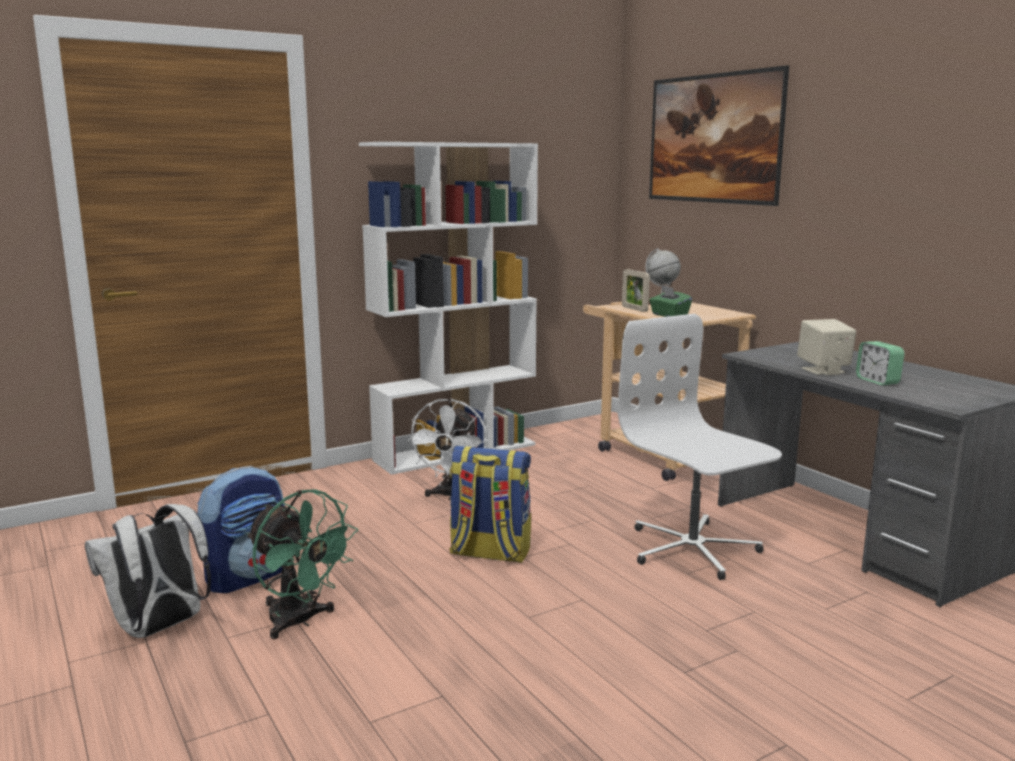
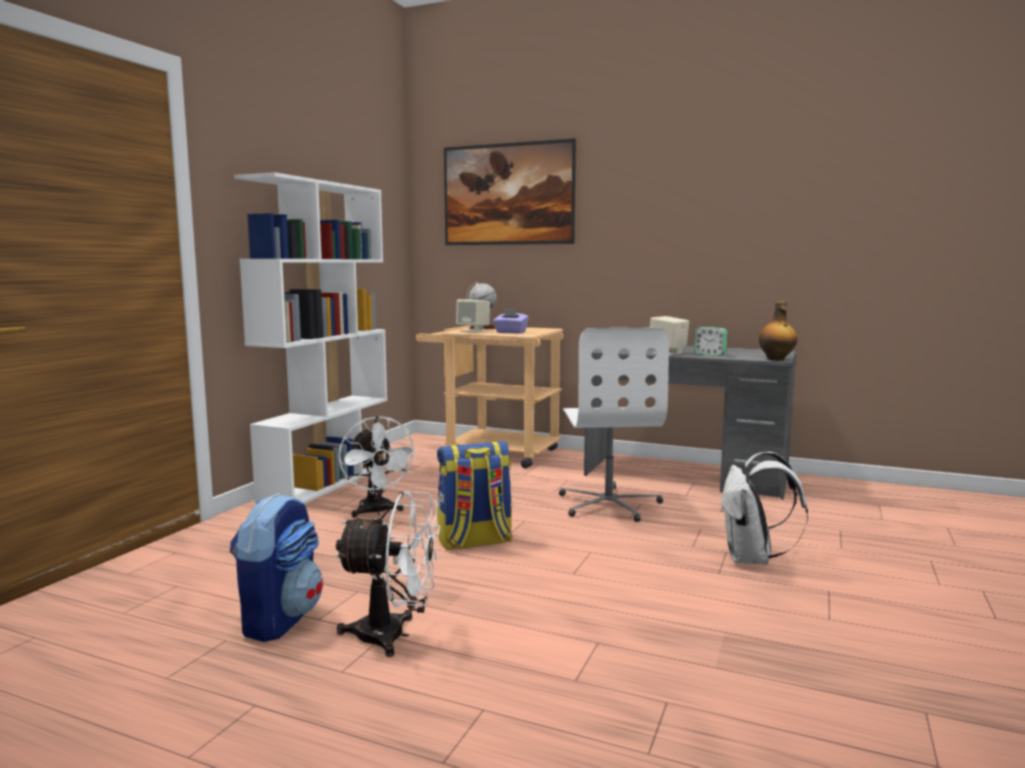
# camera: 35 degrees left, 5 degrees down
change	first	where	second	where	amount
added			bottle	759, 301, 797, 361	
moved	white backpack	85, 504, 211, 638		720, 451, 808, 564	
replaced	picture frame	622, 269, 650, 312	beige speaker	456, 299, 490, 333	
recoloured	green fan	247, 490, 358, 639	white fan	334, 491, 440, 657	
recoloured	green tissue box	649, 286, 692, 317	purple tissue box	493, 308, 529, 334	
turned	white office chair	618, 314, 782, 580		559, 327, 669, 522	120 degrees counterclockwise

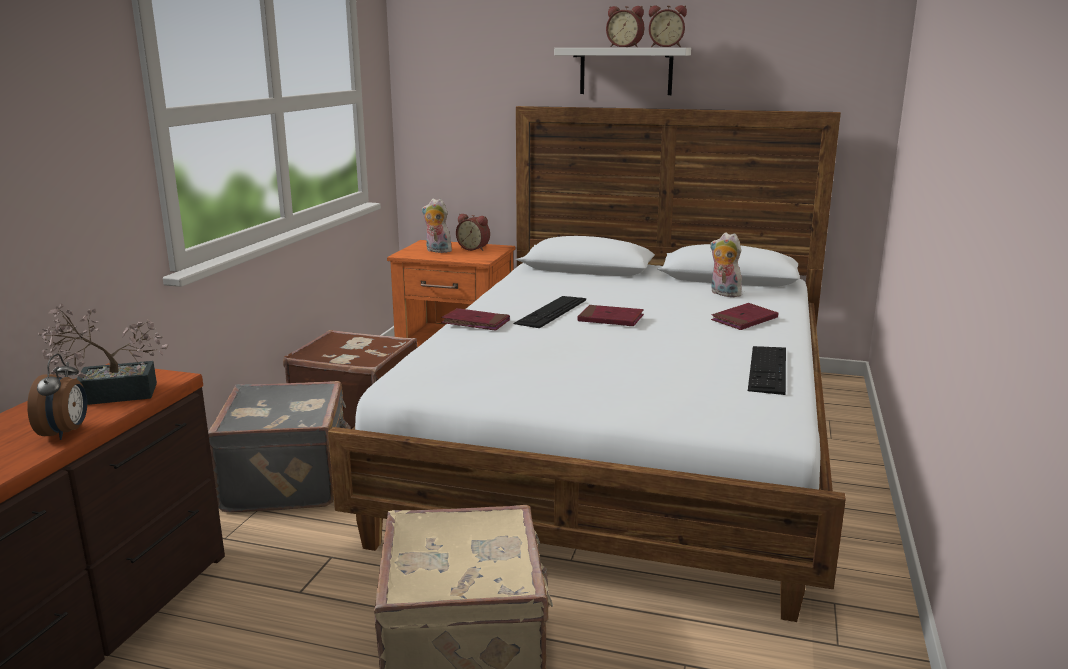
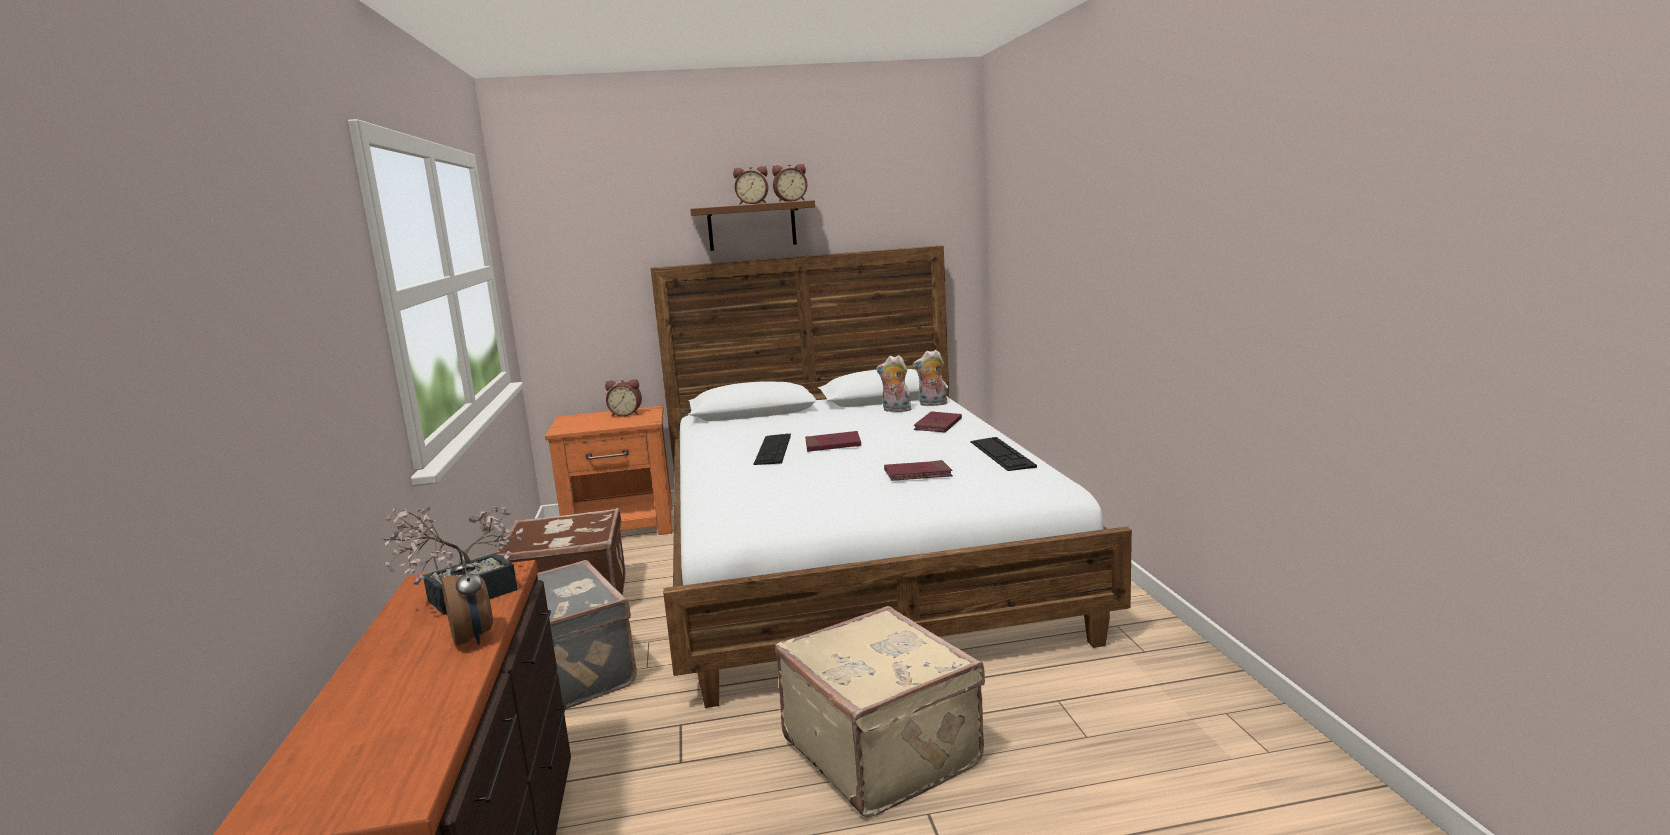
# camera: 25 degrees left, 5 degrees down
change	first	where	second	where	amount
moved	plush toy	422, 198, 452, 253		913, 350, 948, 406	
moved	red book	441, 308, 510, 331		884, 460, 953, 481	
recoloured	white shelf	554, 48, 691, 95	brown shelf	690, 200, 815, 251	

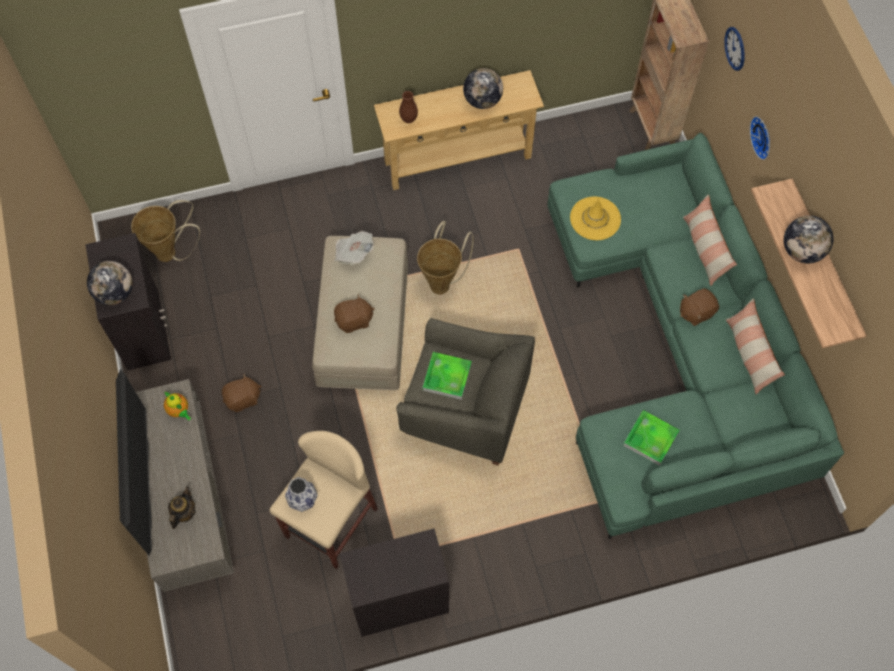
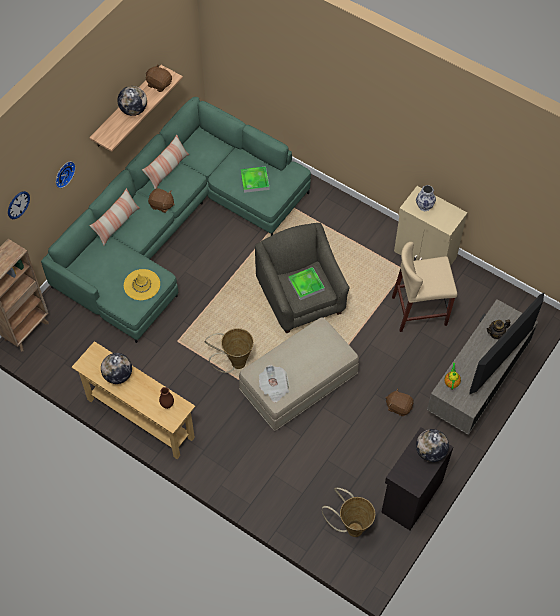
# camera: 130 degrees left, 5 degrees down
change	first	where	second	where	amount
moved	vase	285, 477, 318, 512		416, 185, 436, 212	
moved	brown plush toy	334, 294, 375, 333		146, 64, 172, 92	
recoloured	black cabinet	340, 529, 449, 637	beige cabinet	394, 186, 467, 266	

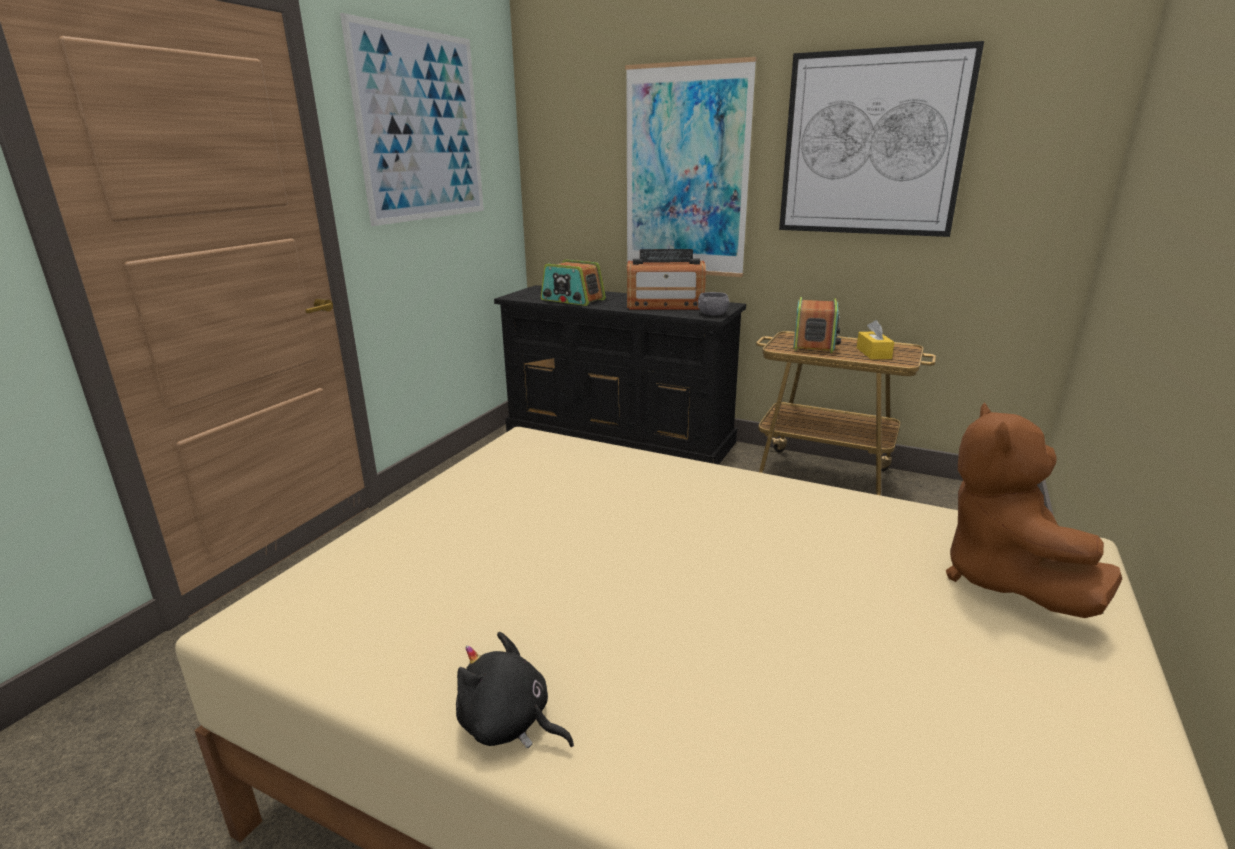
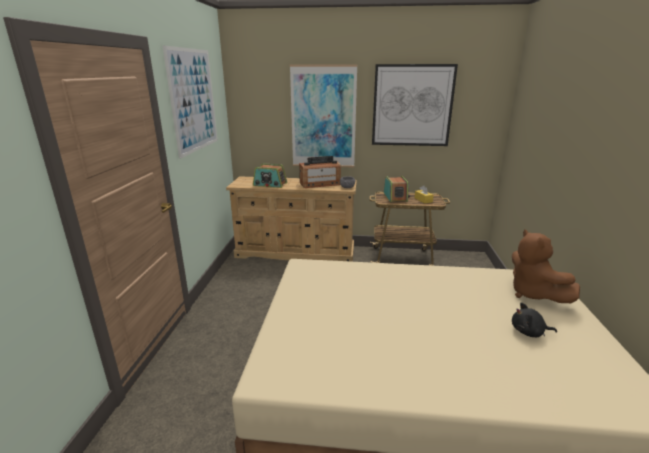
# camera: 20 degrees left, 0 degrees up
change	first	where	second	where	amount
moved	black plush toy	456, 632, 574, 748		512, 302, 557, 337	
recoloured	black dresser	494, 285, 746, 465	beige dresser	226, 176, 357, 262	

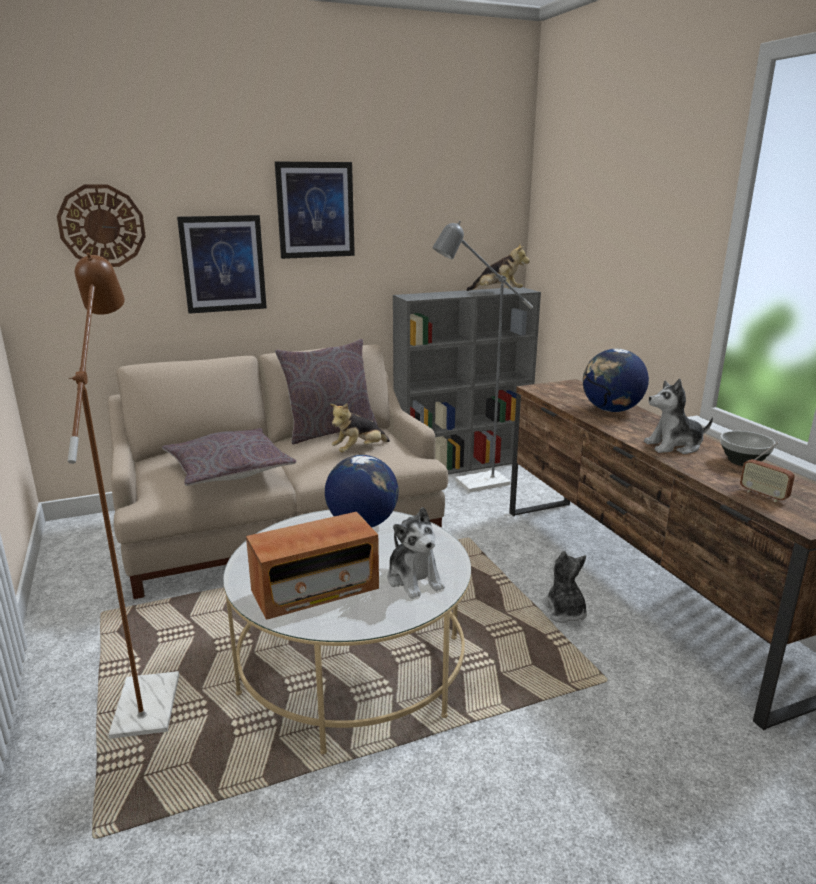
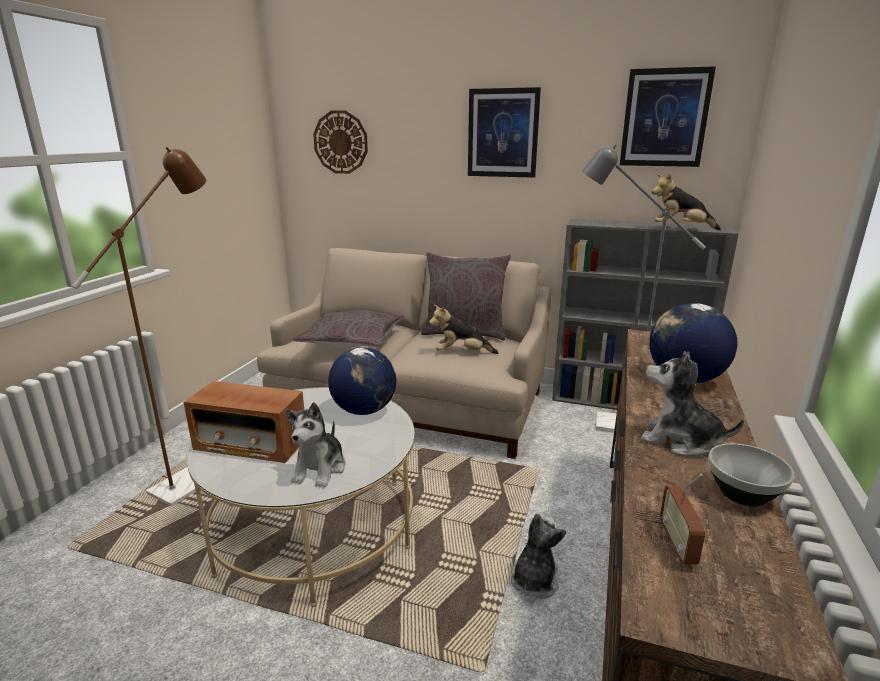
# camera: 40 degrees right, 0 degrees up
change	first	where	second	where	amount
moved	picture	177, 215, 267, 314		620, 66, 716, 167	
turned	plush toy	466, 244, 530, 291		652, 173, 721, 230	120 degrees clockwise

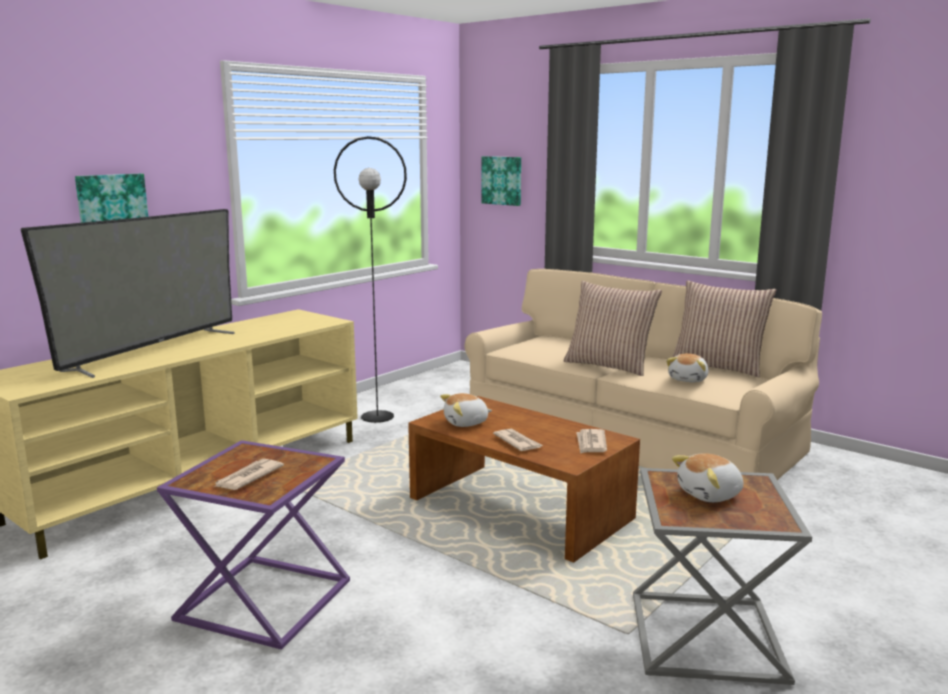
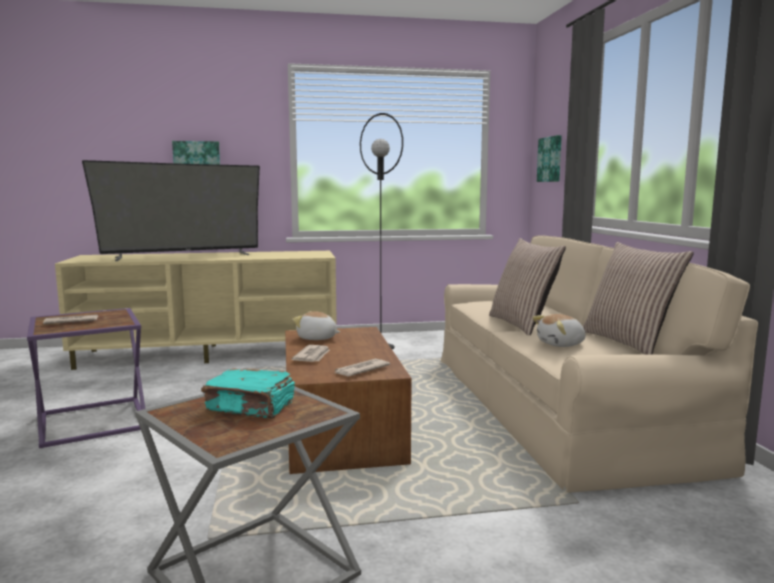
# camera: 40 degrees right, 5 degrees down
change	first	where	second	where	amount
replaced	plush toy	672, 453, 743, 502	turquoise book	201, 369, 295, 419	

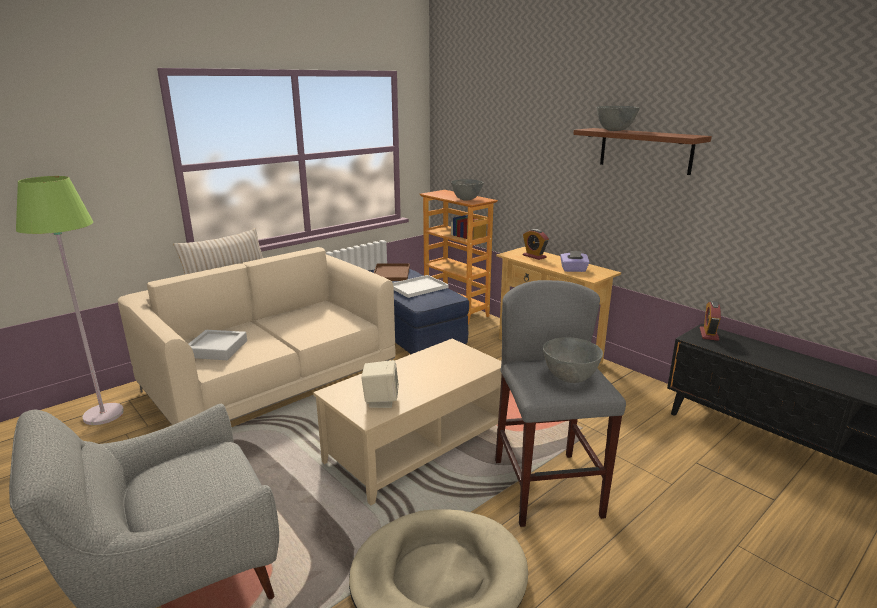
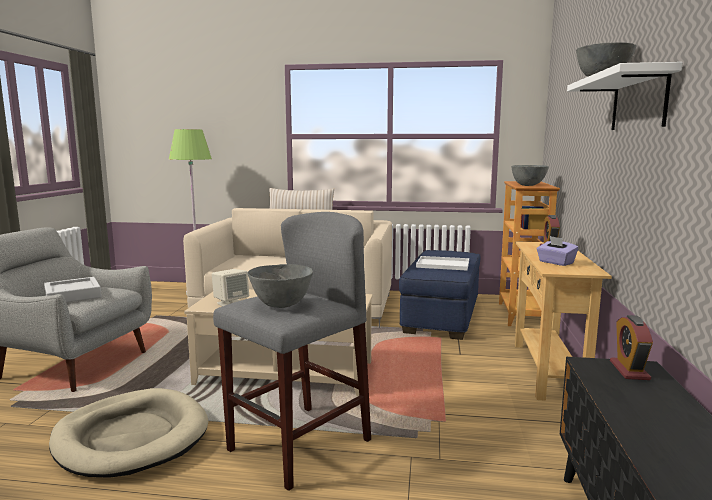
# camera: 50 degrees right, 10 degrees down
change	first	where	second	where	amount
removed	brown tray	374, 263, 410, 281			
moved	grey tray	189, 330, 247, 360		44, 277, 102, 302	
recoloured	brown shelf	573, 128, 712, 175	white shelf	567, 62, 683, 130	
turned	alarm clock	700, 301, 721, 341		610, 315, 653, 380	60 degrees counterclockwise

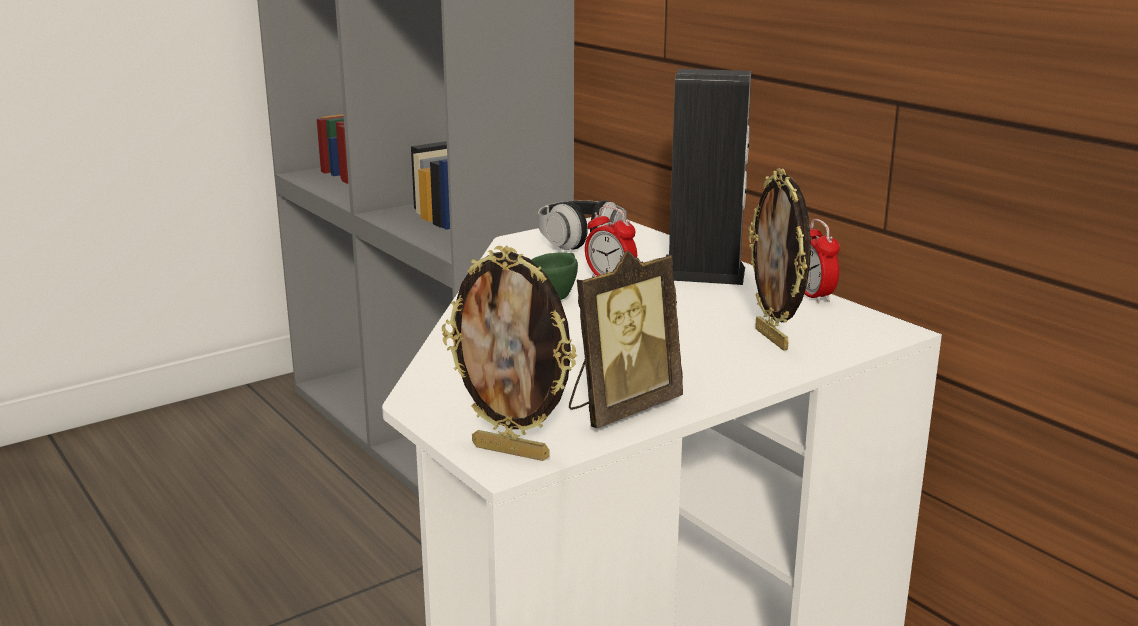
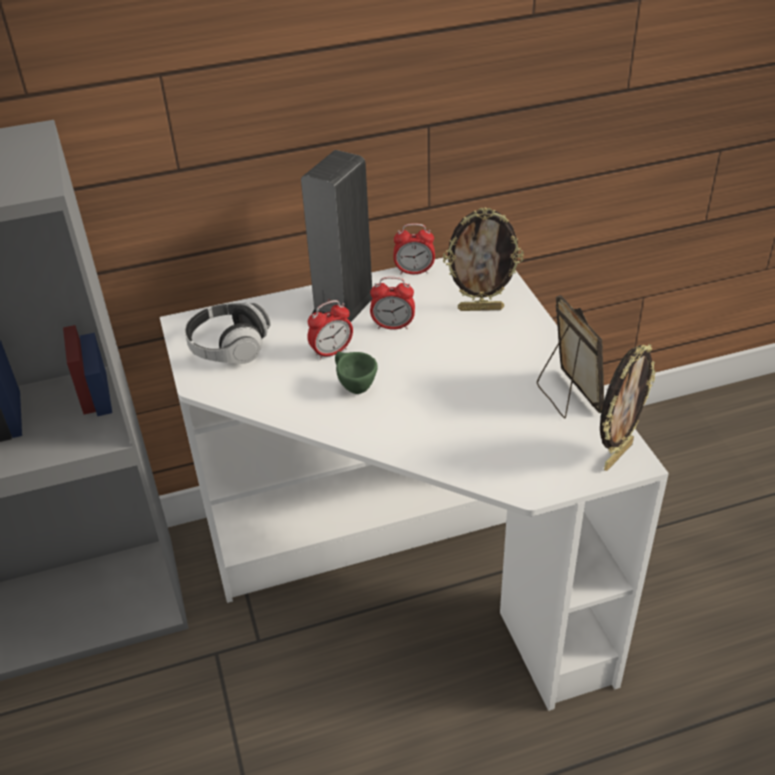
# camera: 70 degrees left, 20 degrees up
change	first	where	second	where	amount
added			alarm clock	370, 277, 415, 330	

